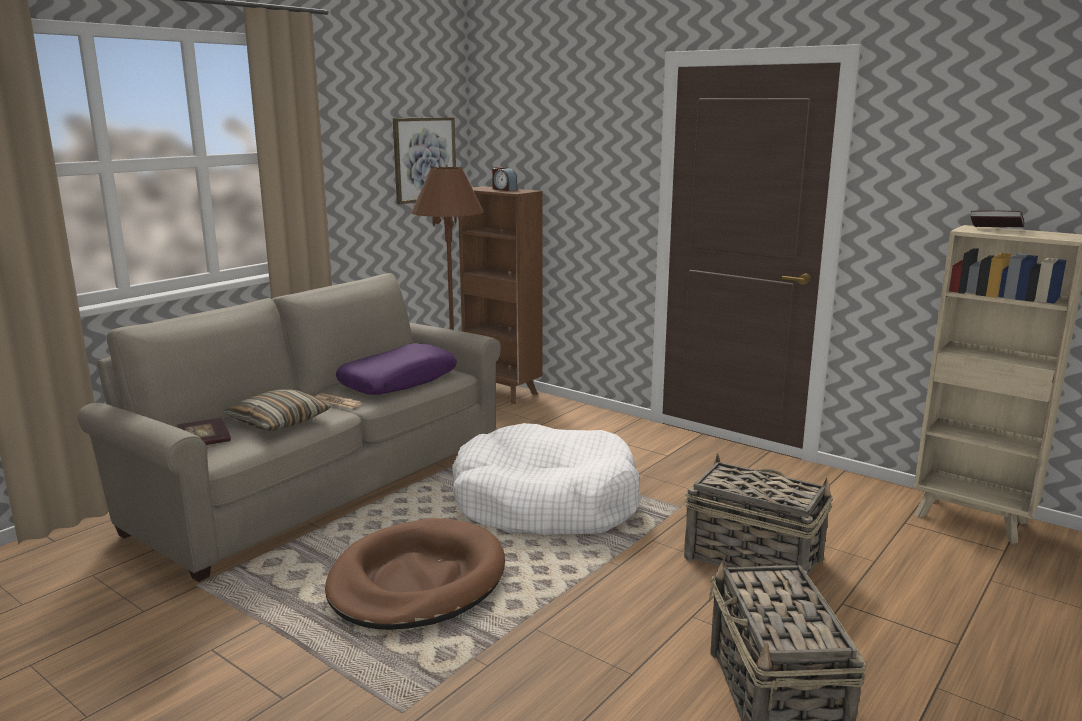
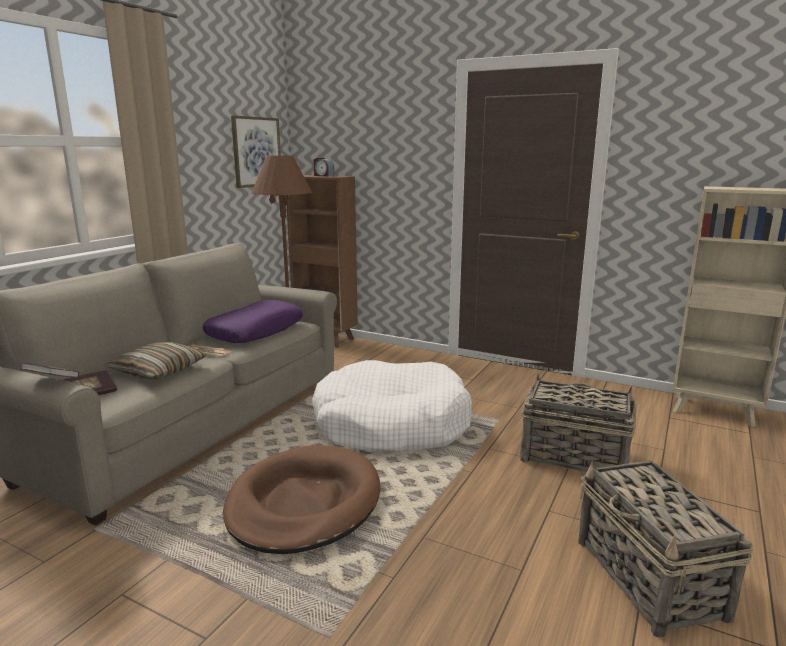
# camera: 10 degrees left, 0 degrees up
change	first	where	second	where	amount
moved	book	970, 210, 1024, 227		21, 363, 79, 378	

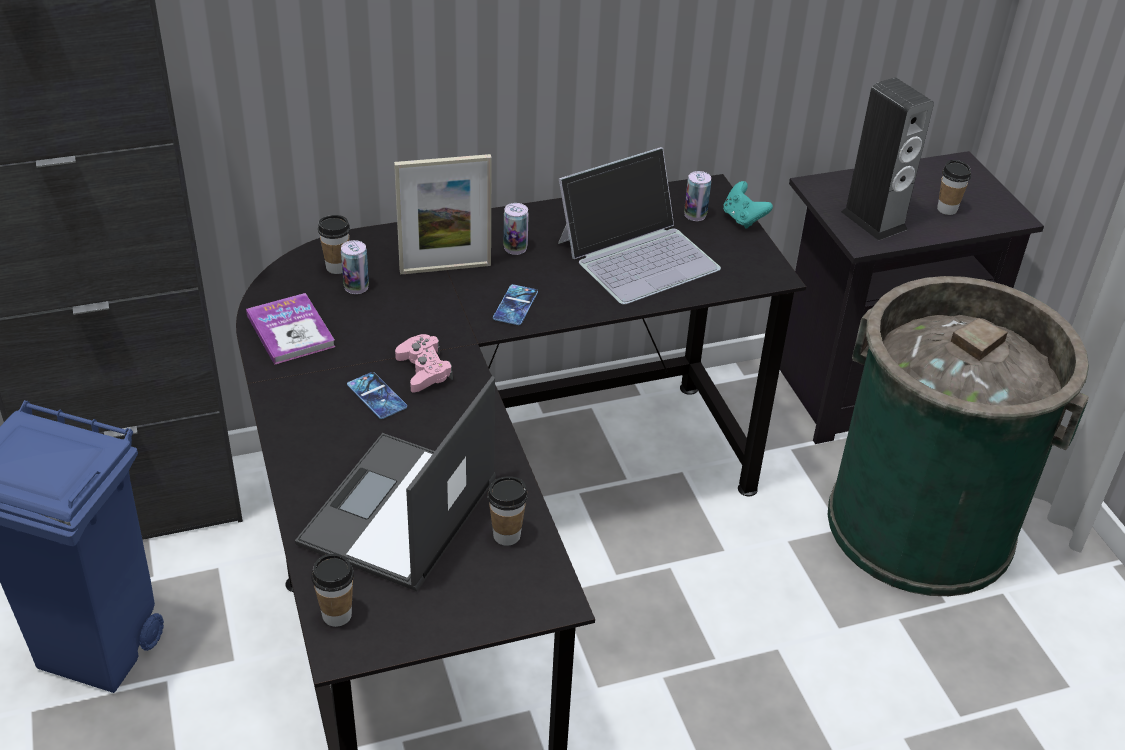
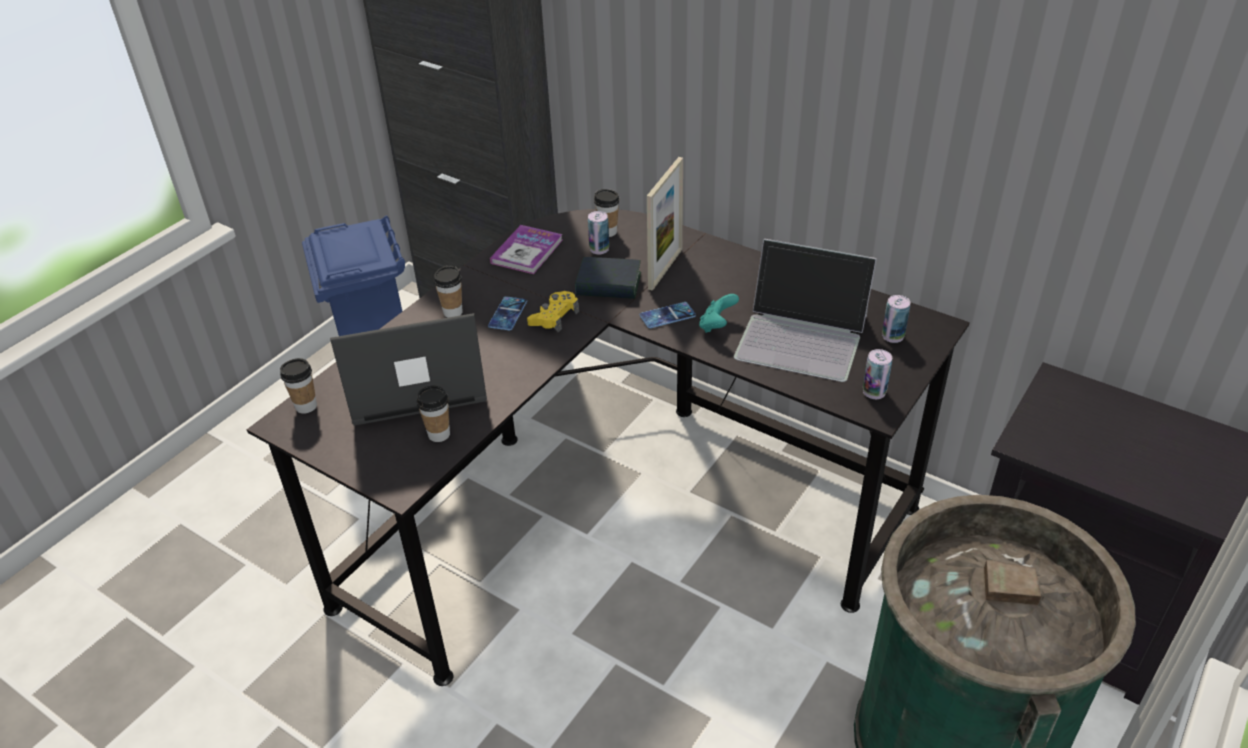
# camera: 55 degrees right, 0 degrees up
change	first	where	second	where	amount
removed	speaker	841, 77, 934, 240			
added			book	575, 257, 641, 299	
moved	can	503, 203, 529, 255		863, 349, 892, 399	
moved	turquoise game controller	723, 181, 773, 229		699, 294, 739, 333	
moved	cup	937, 160, 971, 215		434, 266, 463, 318	
recoloured	pink game controller	395, 334, 453, 392	yellow game controller	527, 291, 579, 333	
turned	picture frame	394, 154, 492, 274		647, 157, 683, 291	105 degrees counterclockwise

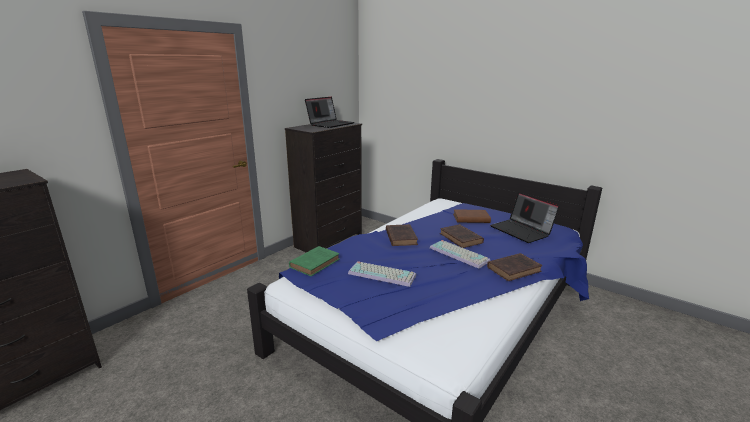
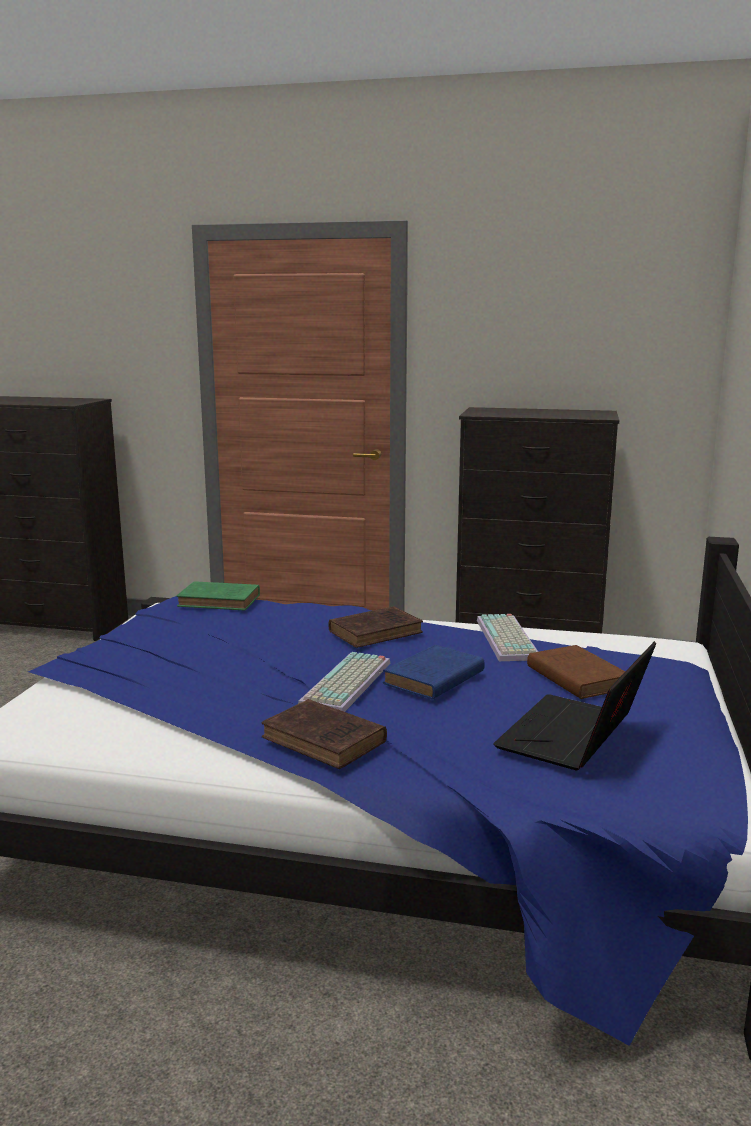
# camera: 65 degrees right, 5 degrees down
change	first	where	second	where	amount
removed	laptop	305, 97, 354, 128			
moved	keyboard	348, 261, 416, 287		477, 614, 538, 661	
recoloured	brown book	440, 224, 484, 248	blue book	383, 645, 485, 699	

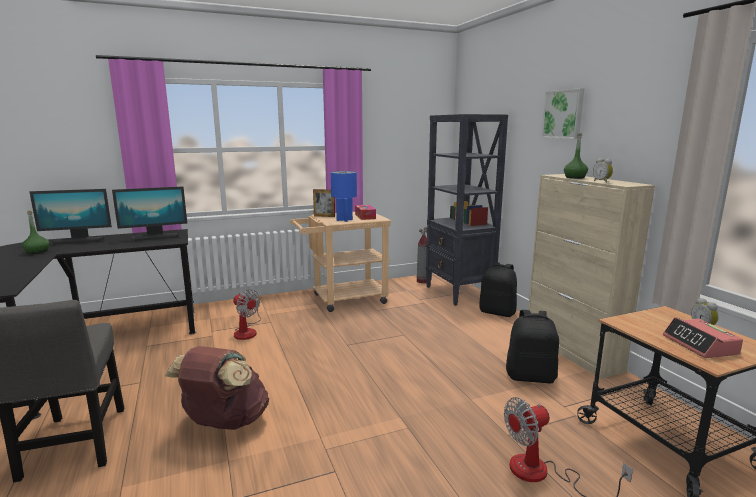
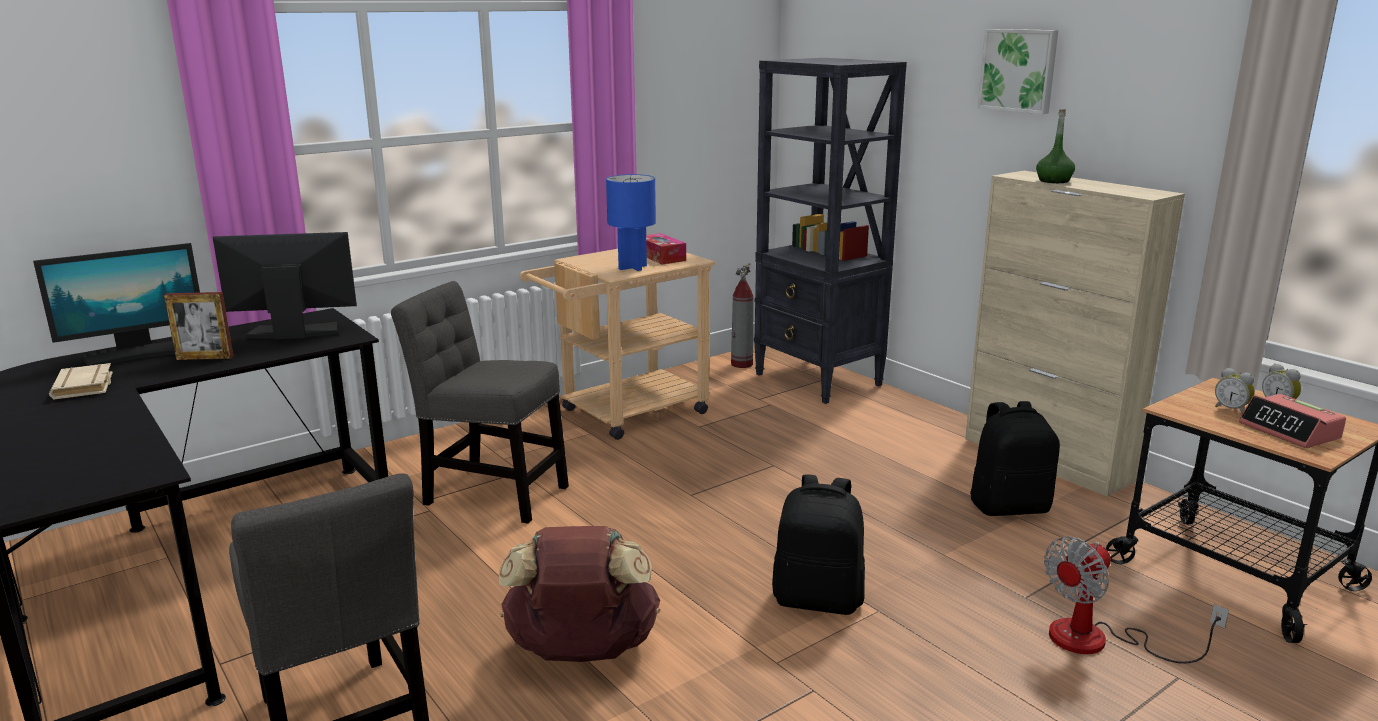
# camera: 15 degrees left, 5 degrees up
change	first	where	second	where	amount
moved	picture frame	313, 189, 335, 217		164, 292, 233, 360	
moved	black backpack	479, 262, 517, 317		772, 474, 865, 615	
moved	alarm clock	593, 158, 613, 183		1215, 368, 1255, 414	
replaced	green bottle	22, 210, 49, 254	beige book	49, 363, 113, 400	
replaced	fan	233, 290, 261, 340	grey chair	391, 281, 569, 524	
turned	monitor	112, 186, 187, 242		213, 232, 357, 339	150 degrees counterclockwise

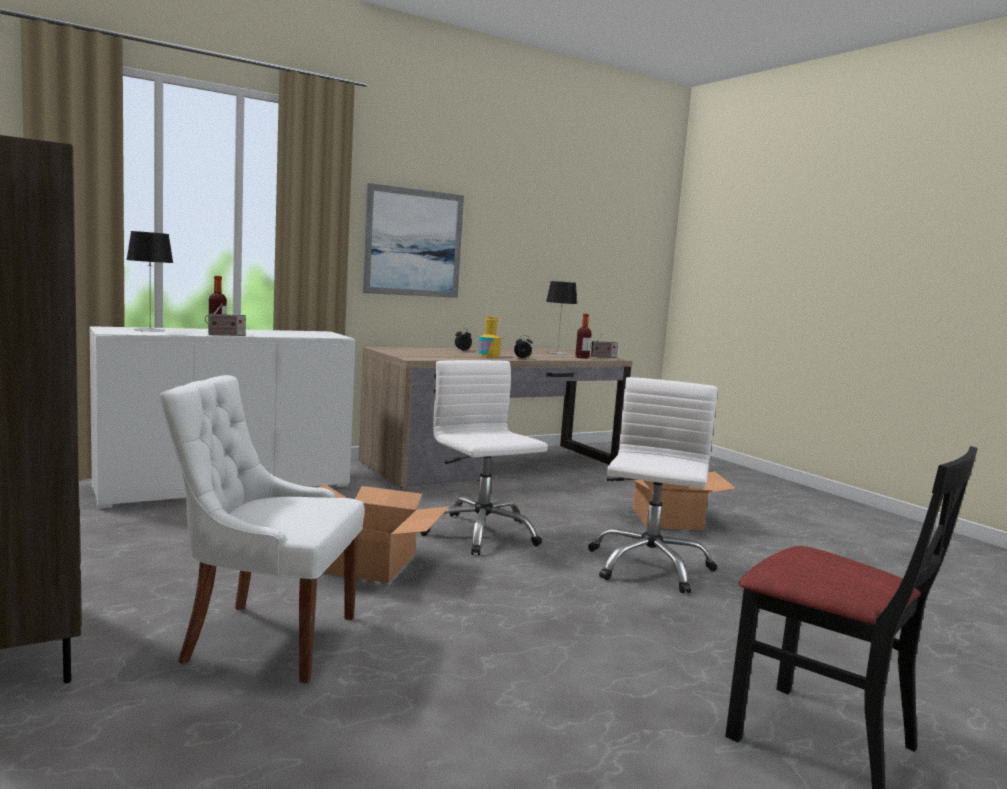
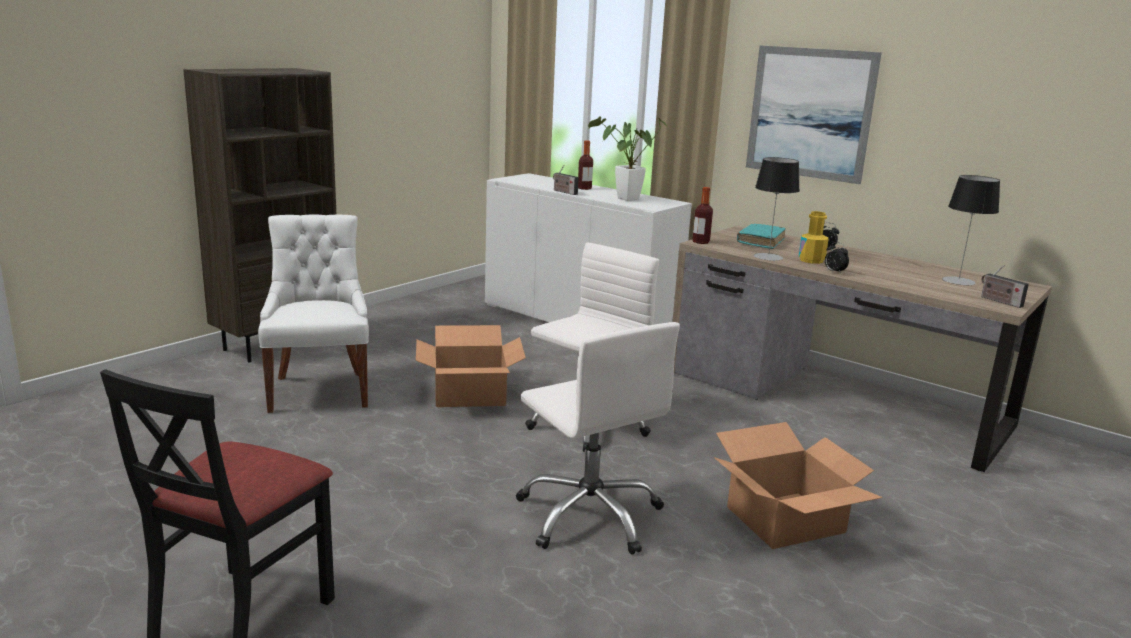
# camera: 70 degrees right, 10 degrees up
change	first	where	second	where	amount
added			potted plant	588, 116, 668, 201	
added			turquoise book	737, 224, 786, 249	
moved	table lamp	126, 231, 173, 332		754, 157, 800, 261	
moved	bottle	575, 313, 592, 359		692, 187, 713, 244	
turned	white office chair	588, 377, 718, 593		516, 322, 680, 554	60 degrees clockwise

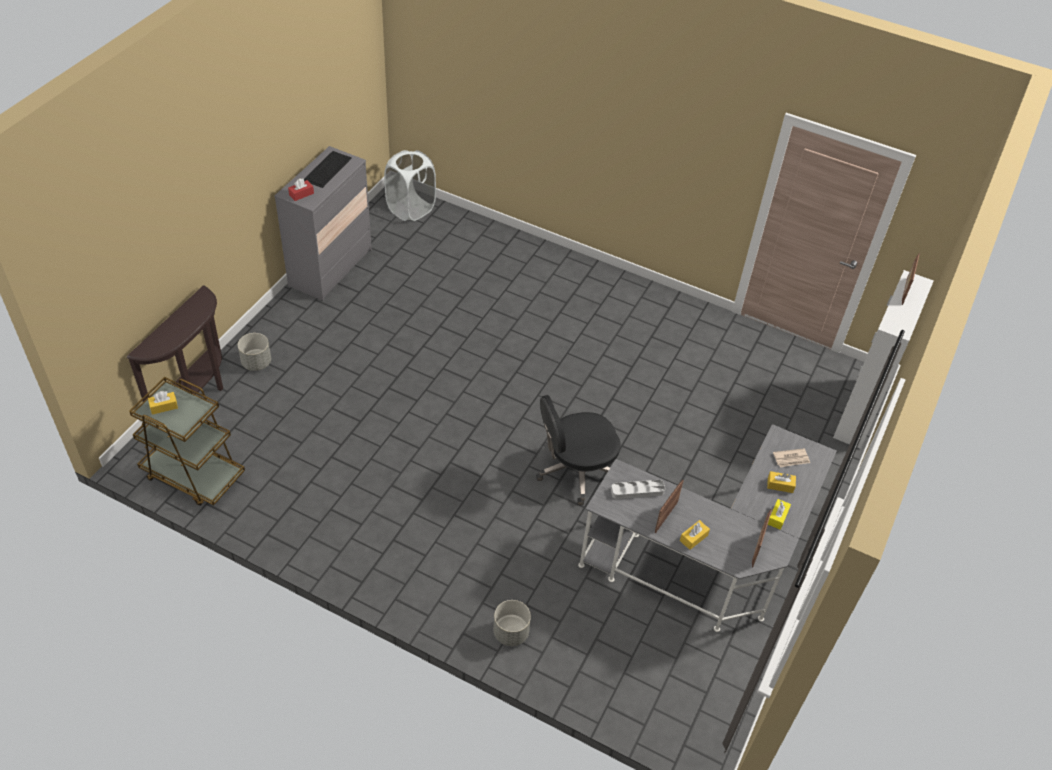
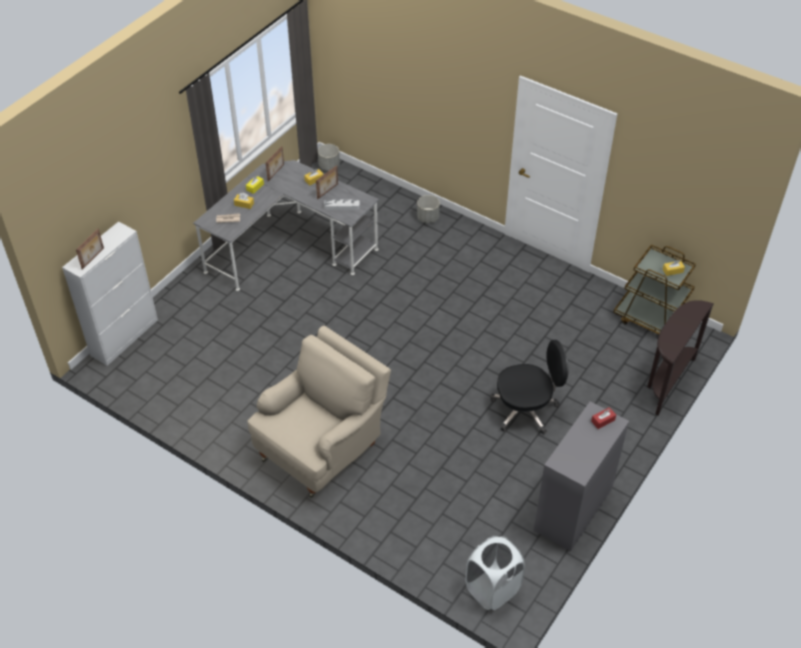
# camera: 170 degrees left, 0 degrees up
change	first	where	second	where	amount
removed	keyboard	304, 151, 352, 188			
added			beige armchair	248, 326, 391, 498	
moved	grey planter	238, 333, 271, 371		318, 144, 340, 171	
moved	black office chair	536, 395, 620, 505		490, 340, 569, 435	

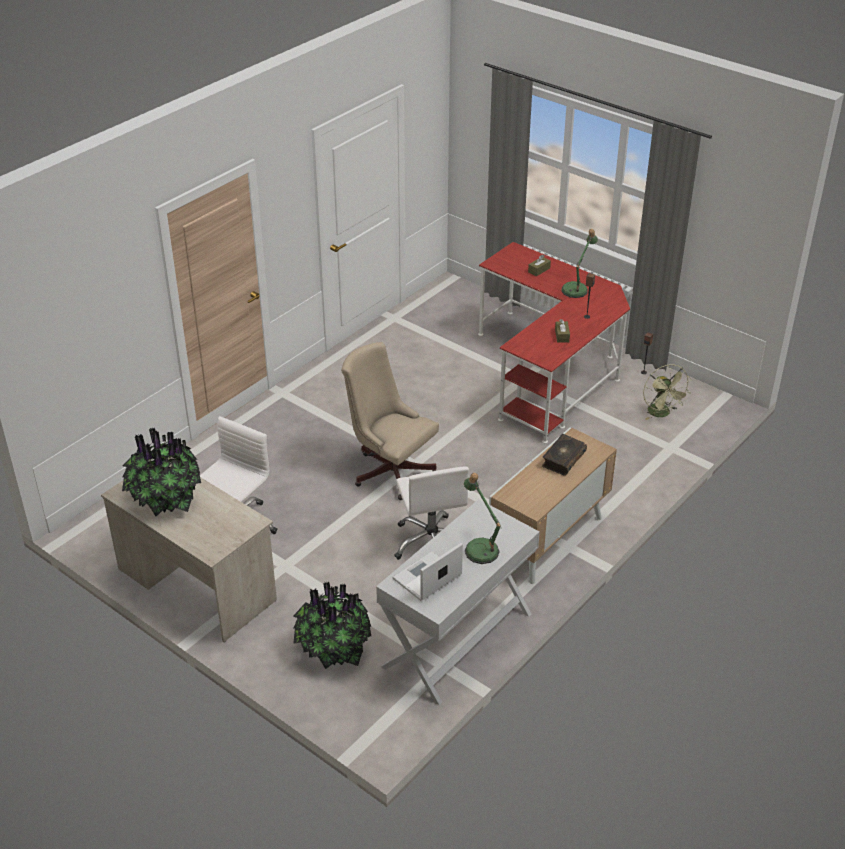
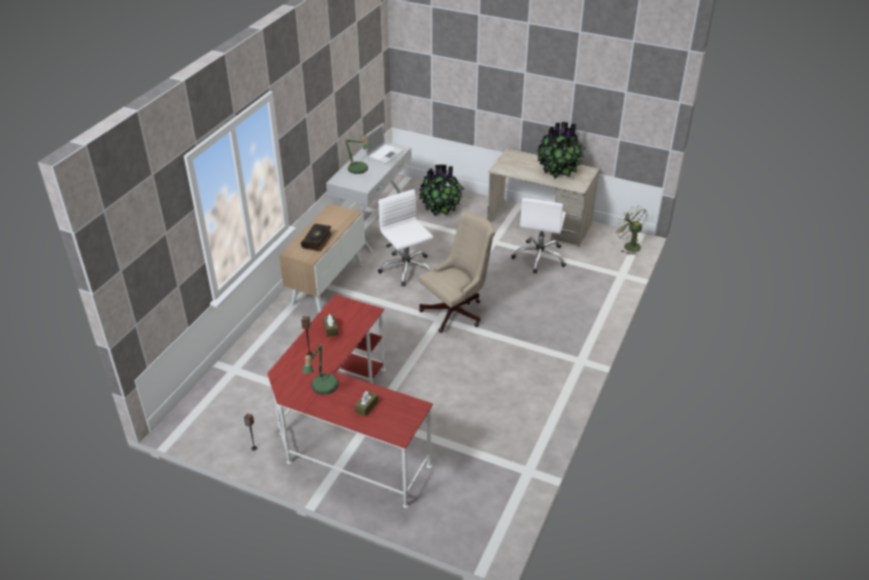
# camera: 165 degrees right, 0 degrees up
change	first	where	second	where	amount
moved	green fan	643, 364, 692, 420		614, 205, 647, 256	
turned	beige office chair	341, 342, 439, 500		419, 212, 495, 333	60 degrees counterclockwise

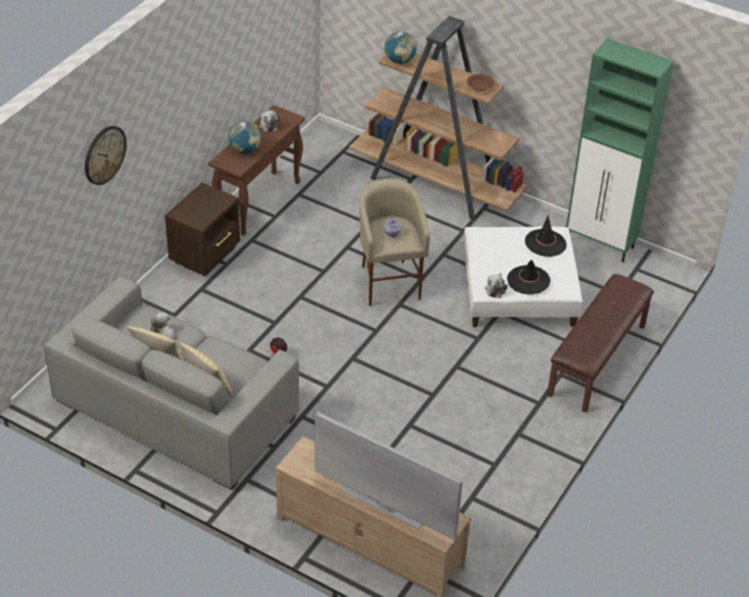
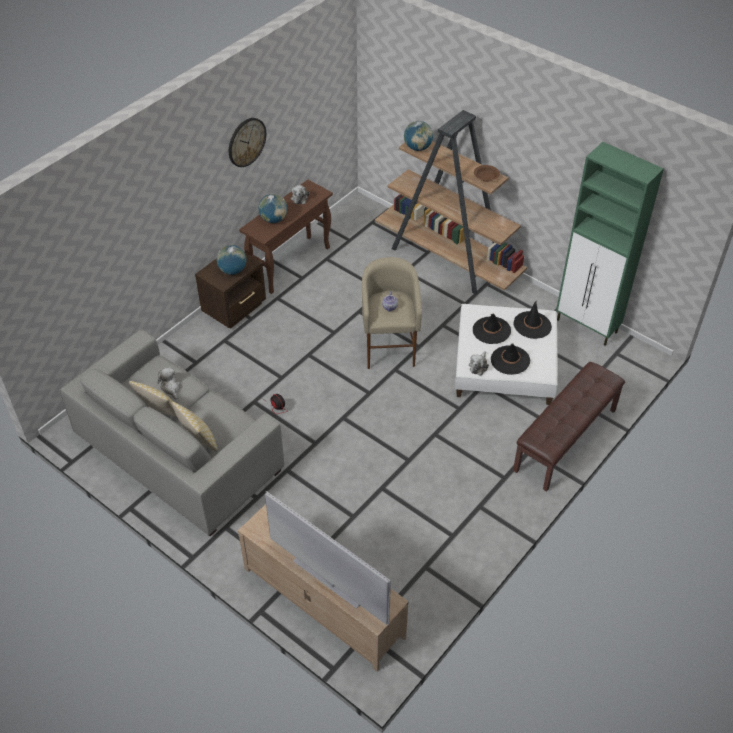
# camera: 10 degrees right, 5 degrees up
change	first	where	second	where	amount
added			globe	217, 245, 247, 275	
added			black hat	473, 313, 511, 344	
moved	wall clock	85, 126, 127, 185		229, 118, 266, 167	

